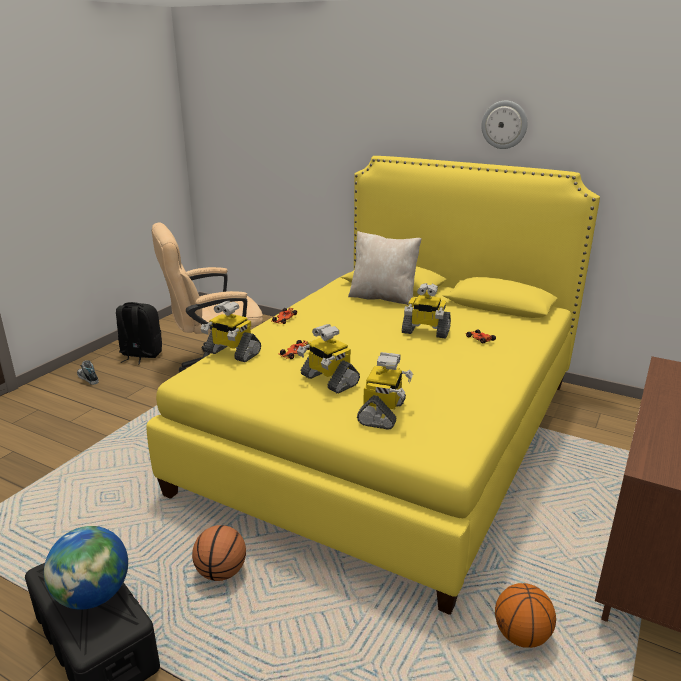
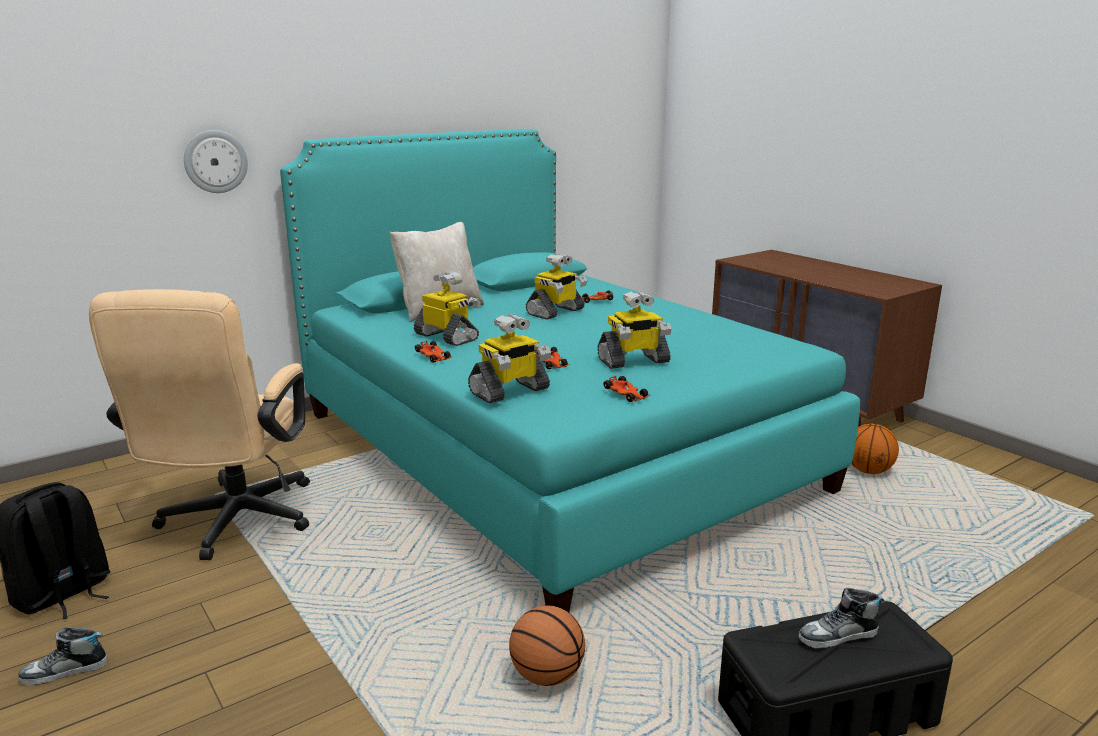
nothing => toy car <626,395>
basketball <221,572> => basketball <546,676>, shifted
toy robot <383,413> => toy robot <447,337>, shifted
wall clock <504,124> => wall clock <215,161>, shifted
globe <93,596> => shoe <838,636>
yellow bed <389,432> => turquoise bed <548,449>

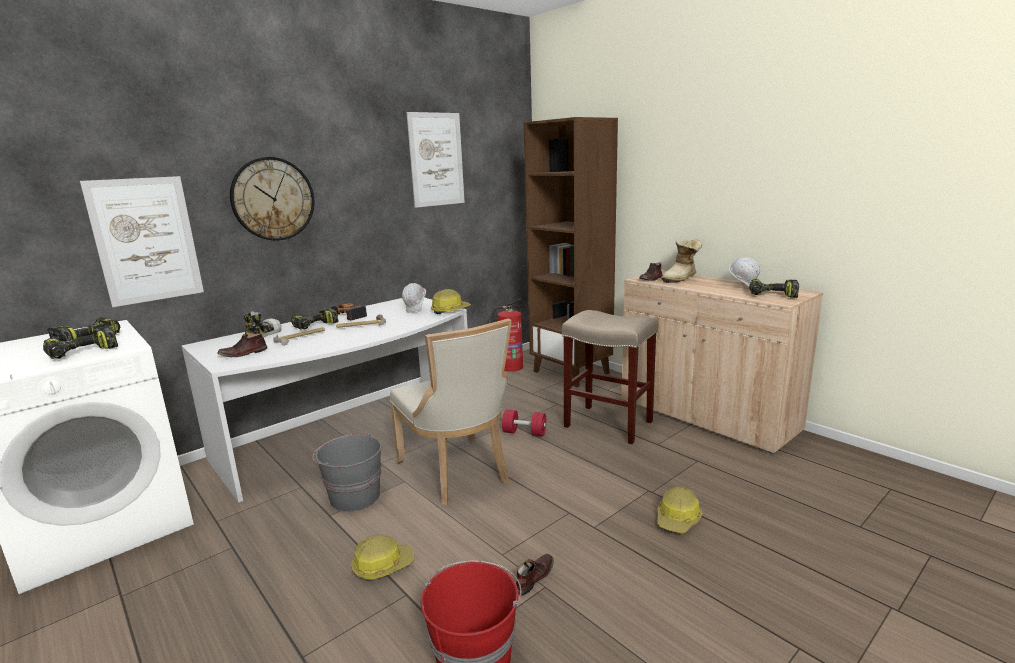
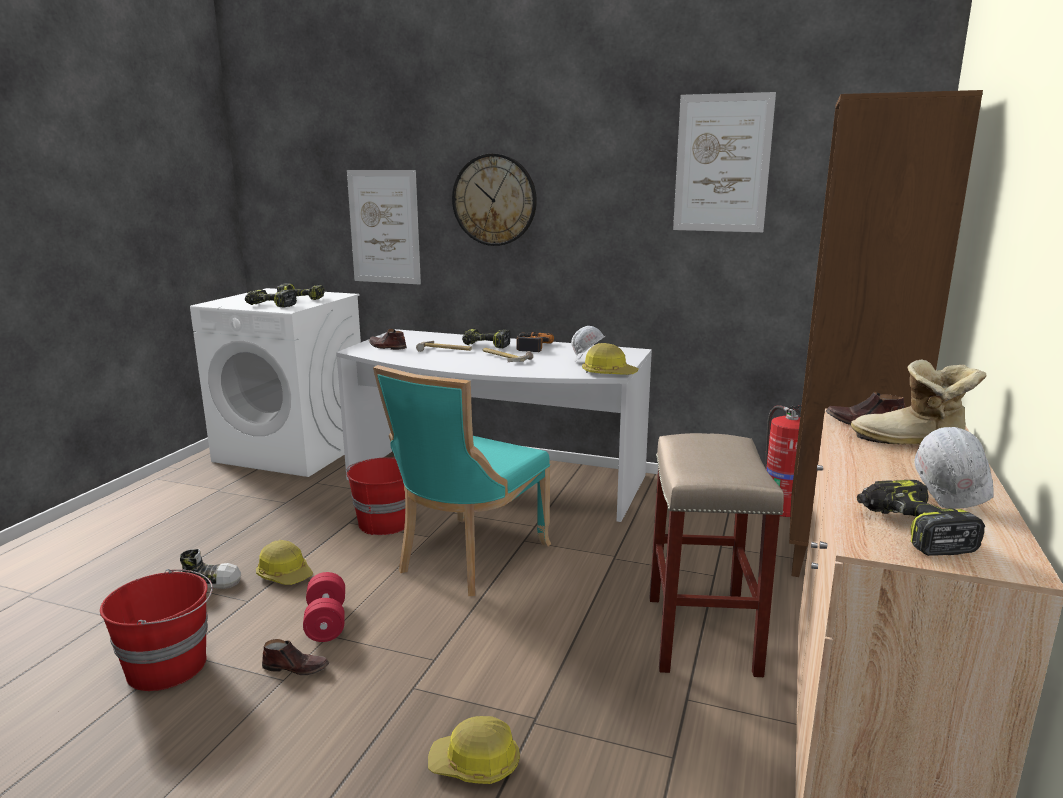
shoe <263,334> => shoe <211,582>, shifted
red dumbbell <524,433> => red dumbbell <326,622>, shifted
grey bucket <354,497> => red bucket <385,522>
beige chair <457,472> => turquoise chair <467,559>

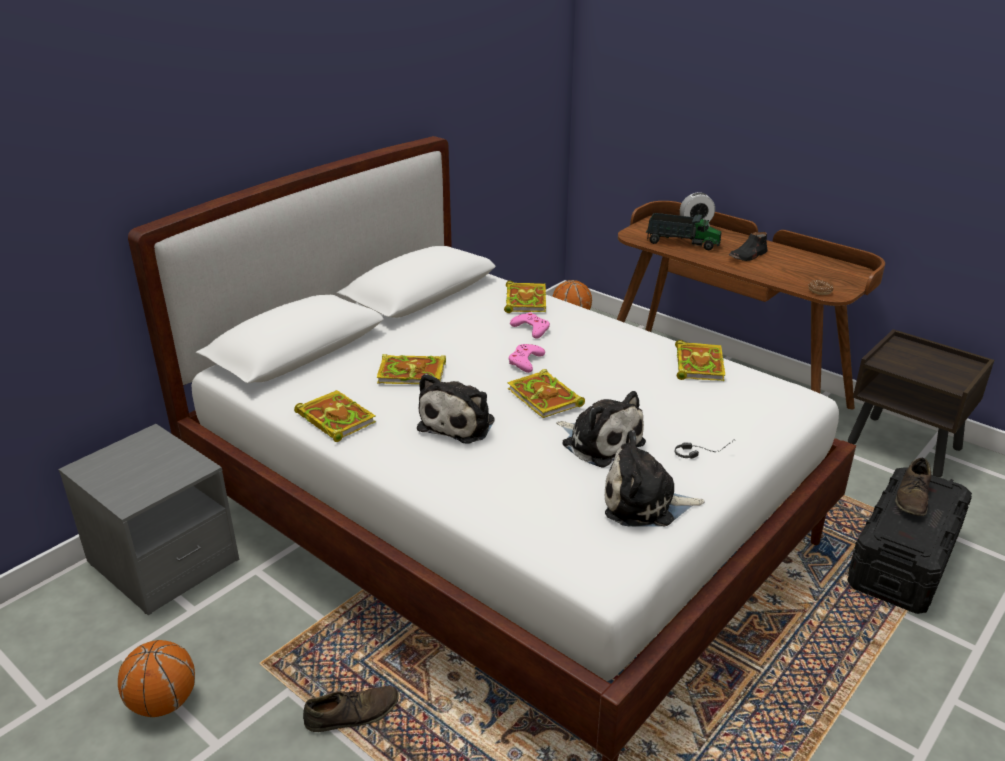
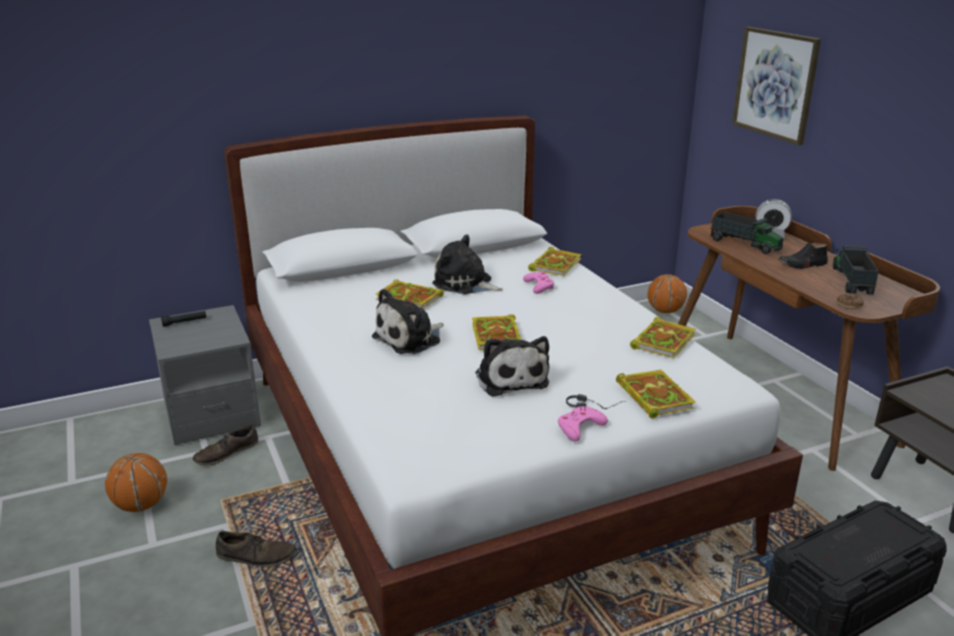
nothing => black flashlight <184,322>
nothing => picture <775,84>
nothing => toy truck <851,281>
book <334,418> => book <653,396>, shifted
pink game controller <525,361> => pink game controller <580,427>, shifted
plush toy <644,503> => plush toy <465,284>, shifted
brown shoe <913,497> => brown shoe <226,453>, shifted

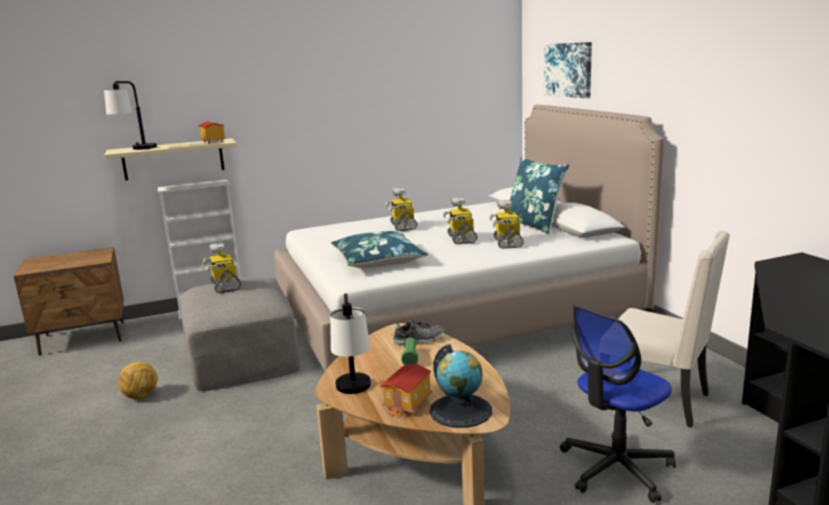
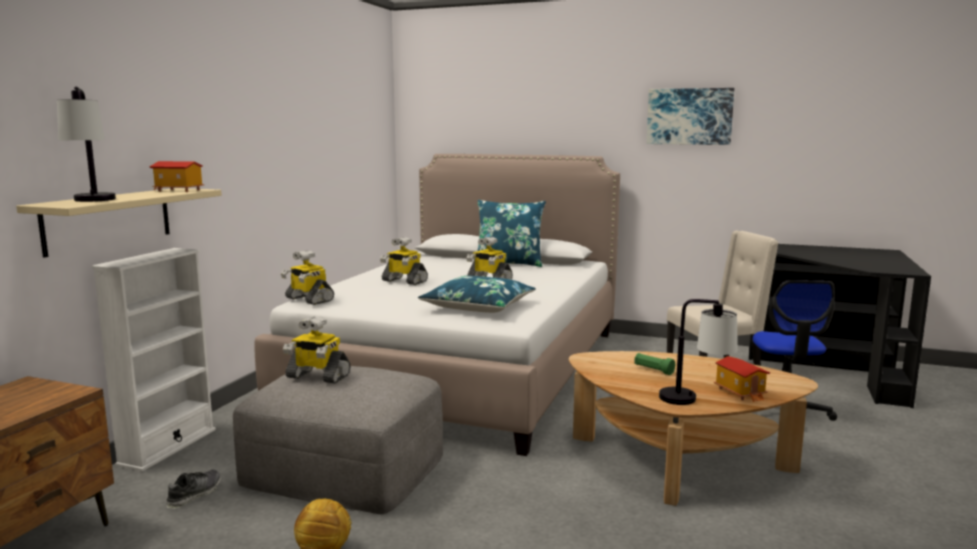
globe <461,410> => nothing
shoe <418,340> => shoe <194,495>, shifted
toy robot <507,242> => toy robot <308,299>, shifted
picture <568,69> => picture <689,116>, shifted

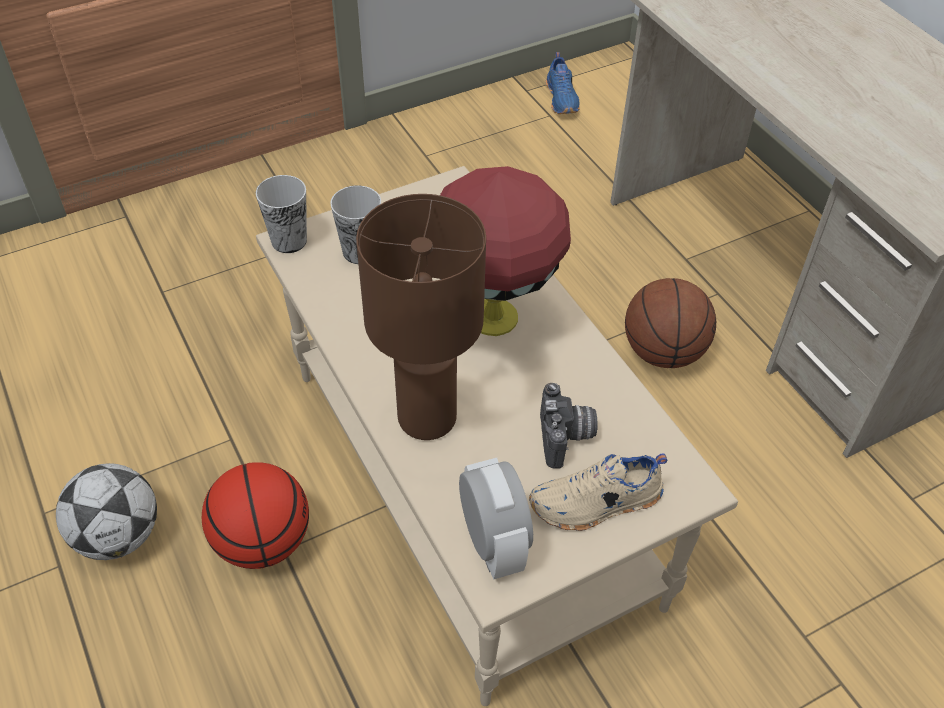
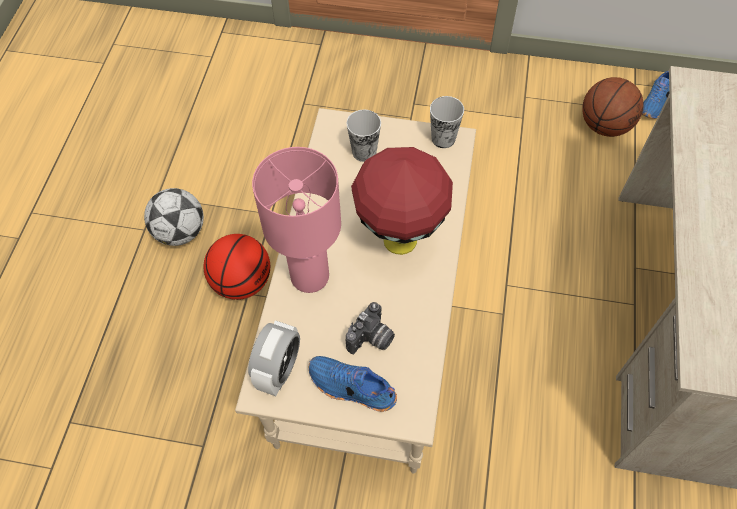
cup <289,241> => cup <443,138>, shifted
basketball <662,351> => basketball <605,125>, shifted
brown table lamp <426,416> => pink table lamp <310,275>
beige shoe <596,504> => blue shoe <351,388>

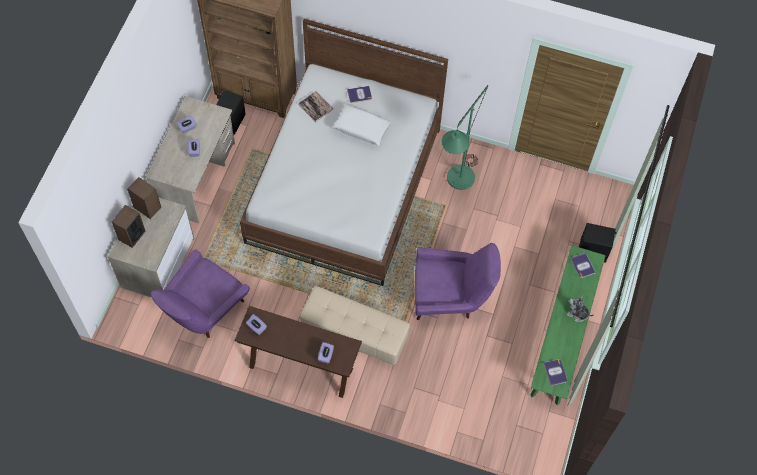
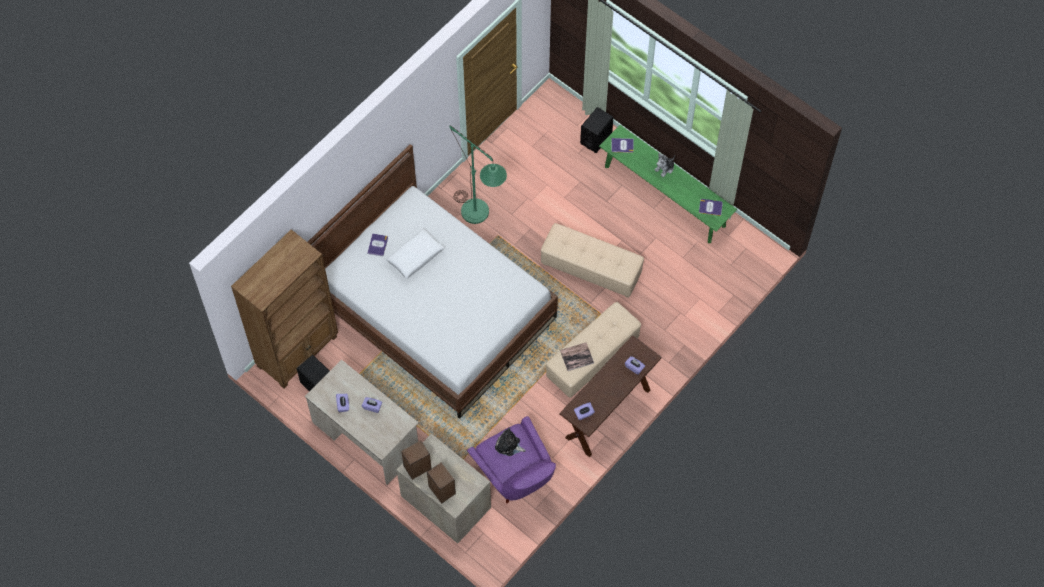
nothing => plush toy <509,445>
book <315,107> => book <576,357>, shifted
purple armchair <449,298> => beige ottoman <591,268>

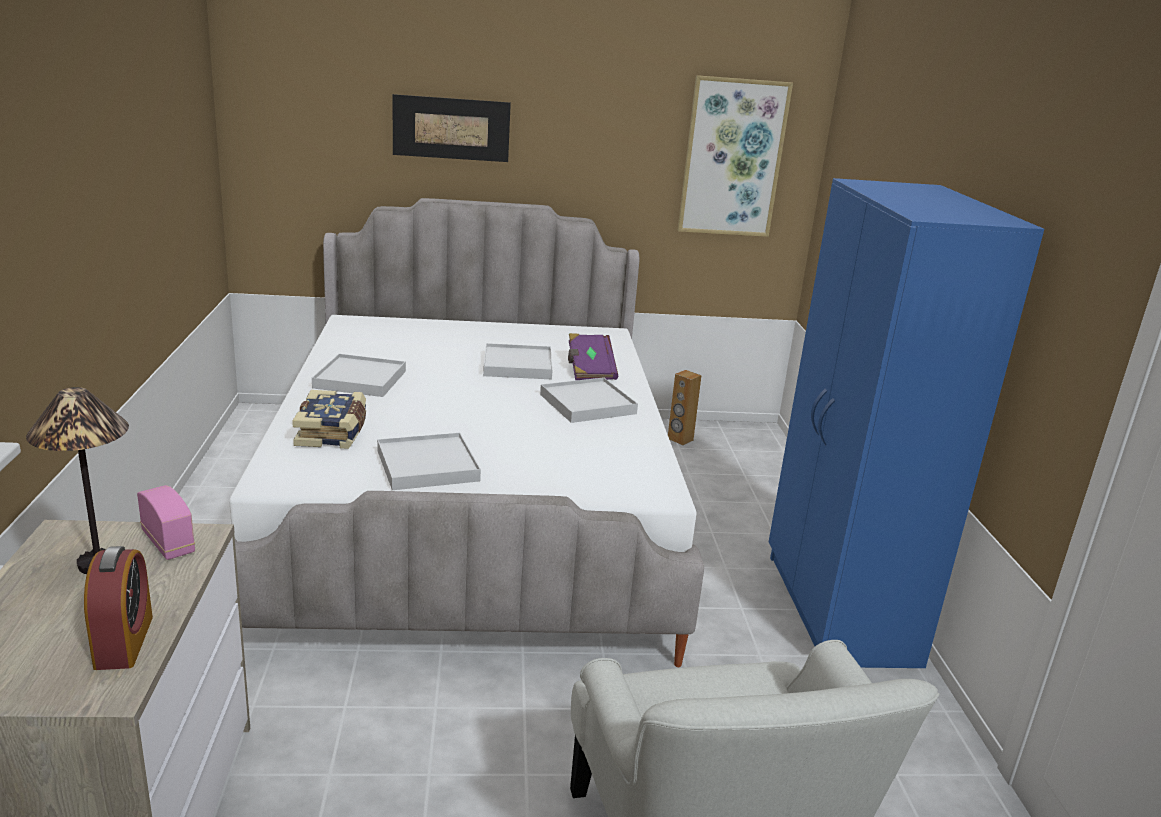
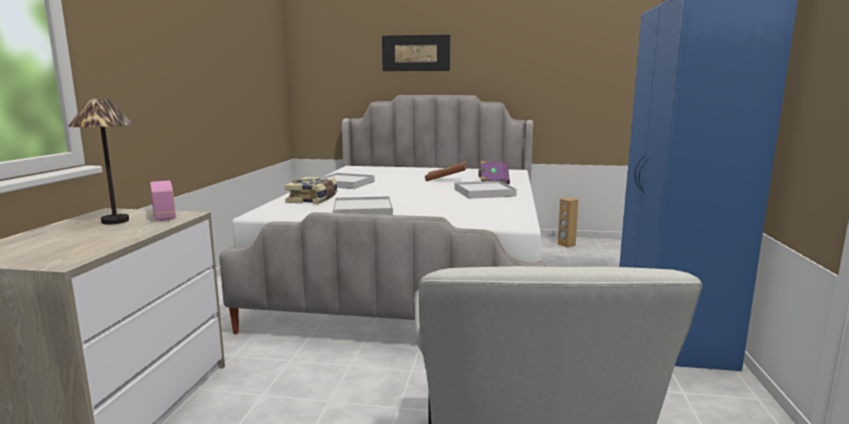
alarm clock <124,642> => nothing
picture <732,158> => nothing
white tray <517,365> => brown book <446,180>

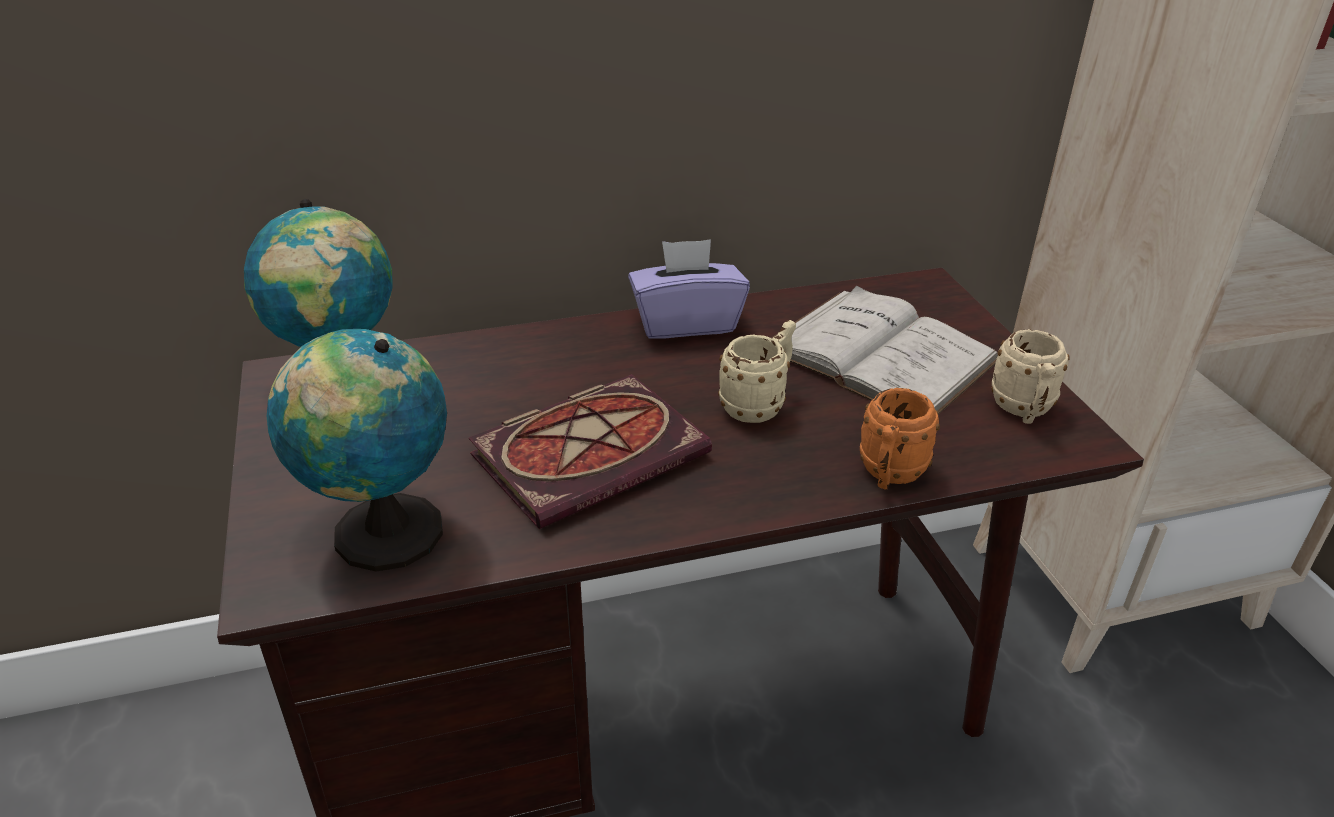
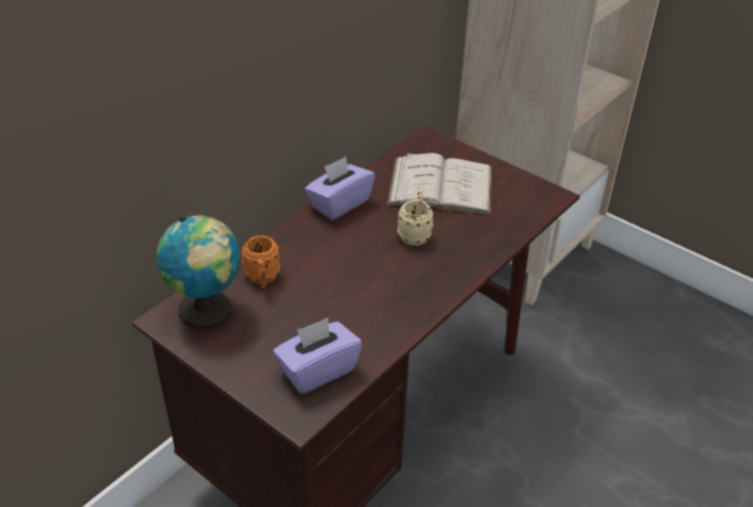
book <592,451> => nothing
beige mug <1023,411> => nothing
orange mug <889,475> => orange mug <262,279>, shifted
globe <380,533> => purple tissue box <317,370>

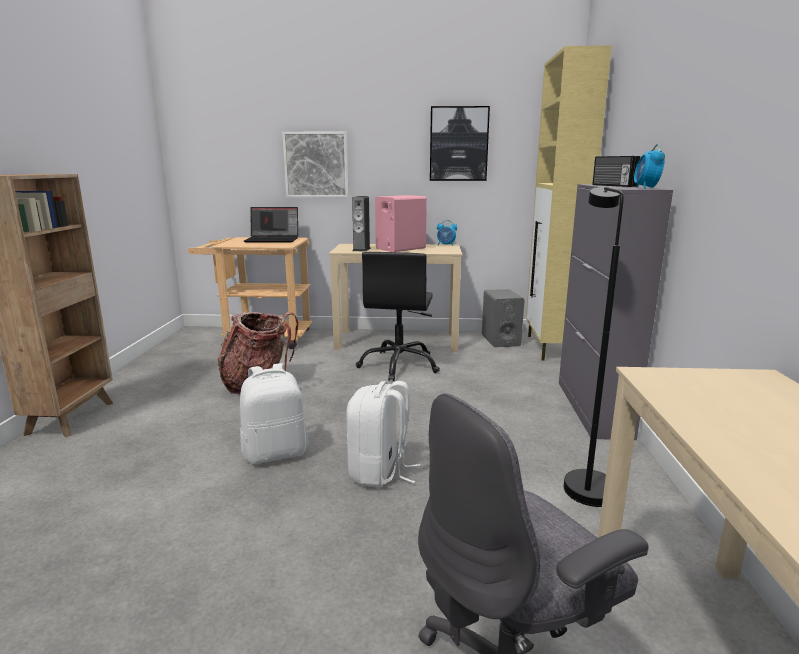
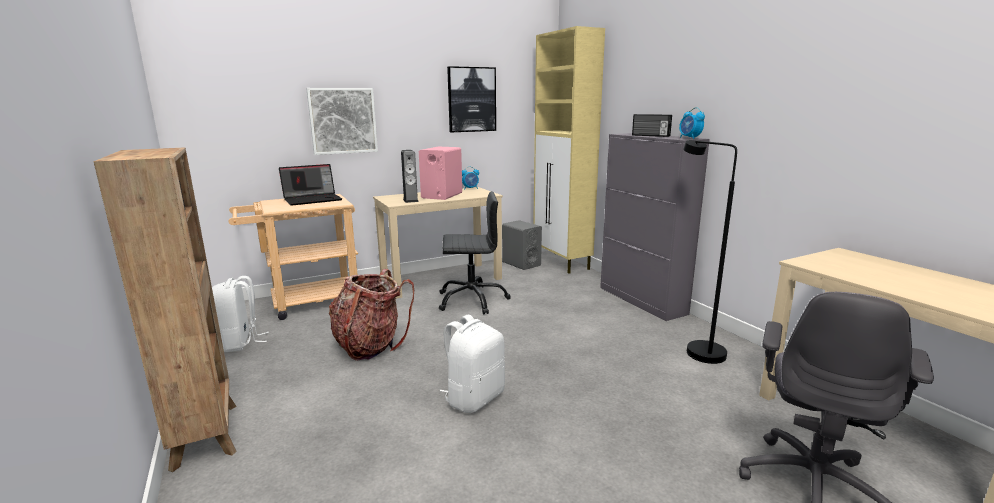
white backpack <379,472> => white backpack <238,343>, shifted
black office chair <399,365> => black office chair <472,300>, 75 degrees counterclockwise

